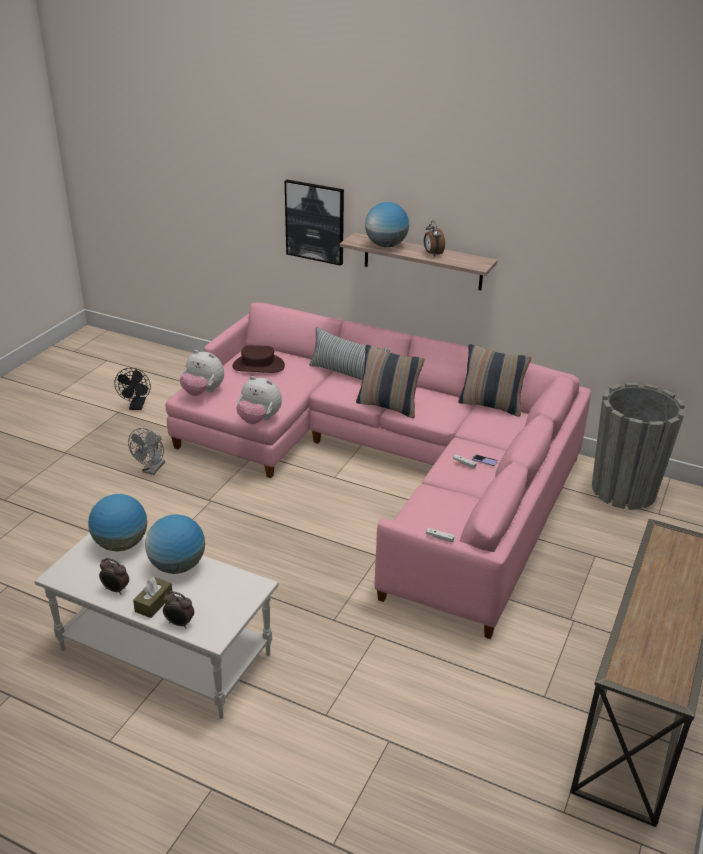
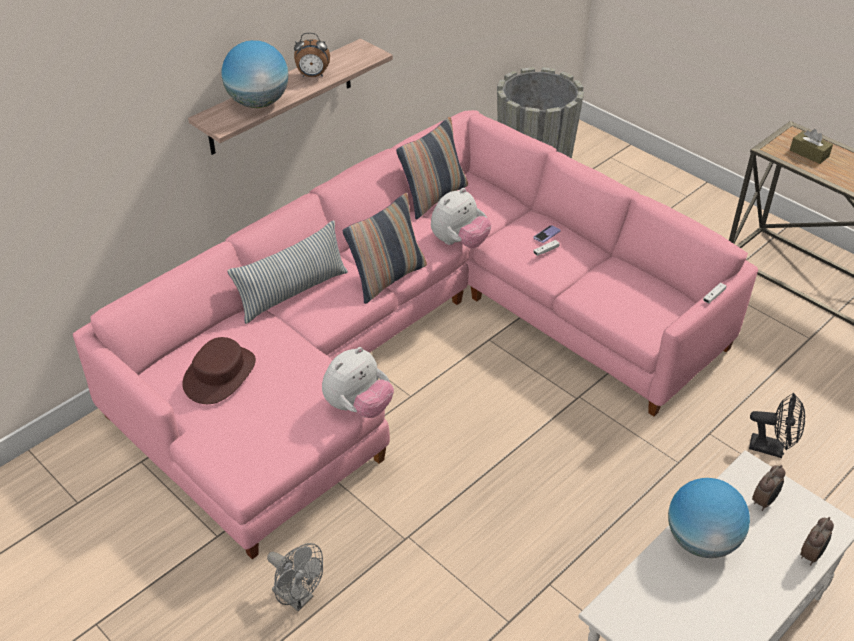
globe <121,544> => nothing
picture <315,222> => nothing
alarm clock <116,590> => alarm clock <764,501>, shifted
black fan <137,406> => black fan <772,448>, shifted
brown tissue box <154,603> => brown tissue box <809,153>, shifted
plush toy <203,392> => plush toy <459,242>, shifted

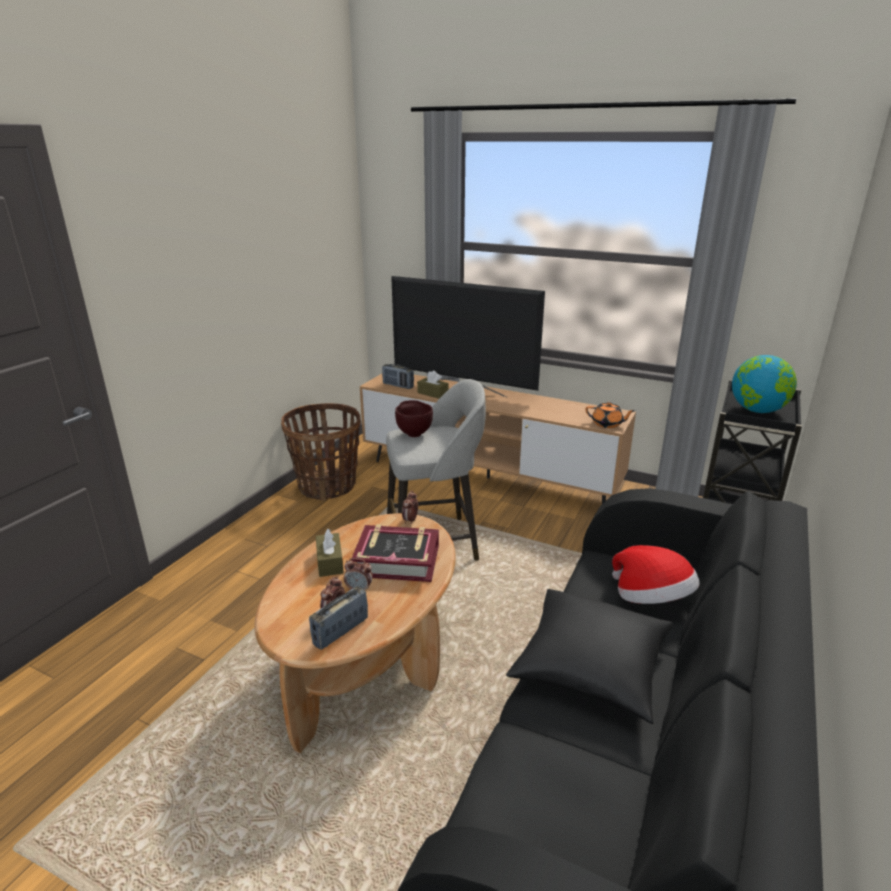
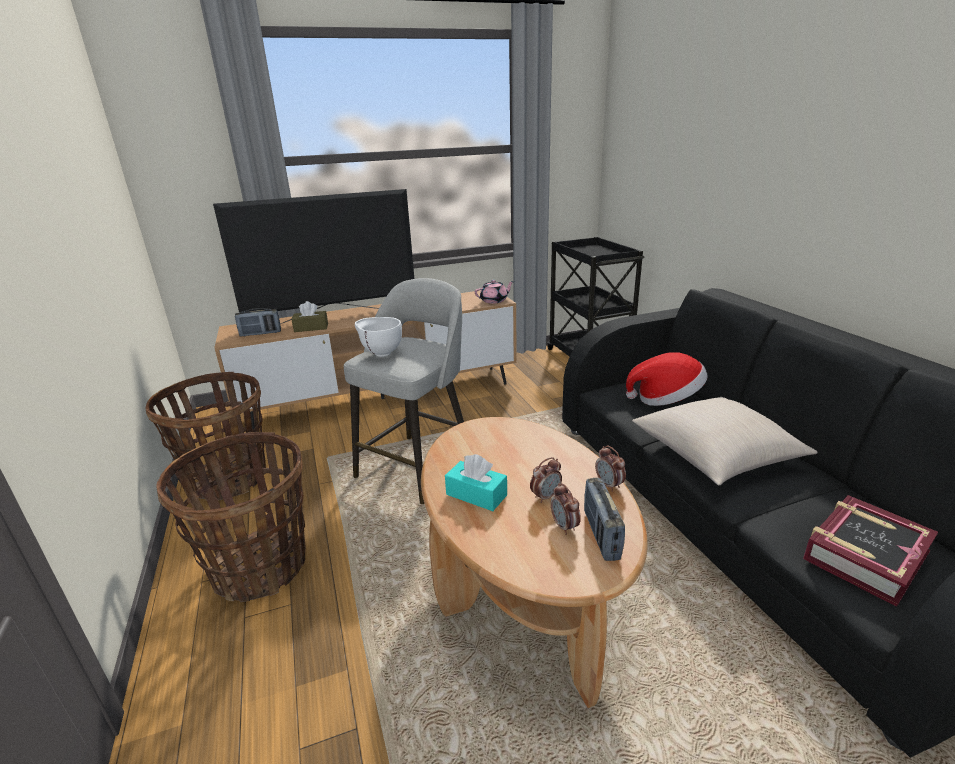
globe <757,411> => nothing
nothing => basket <260,566>
book <397,560> => book <864,555>, shifted
alarm clock <410,520> => alarm clock <609,485>, shifted
brown tissue box <330,562> => turquoise tissue box <476,495>
brown bowl <414,433> => white bowl <381,353>
black pillow <591,667> => beige pillow <715,455>
orange teapot <607,424> => pink teapot <494,301>

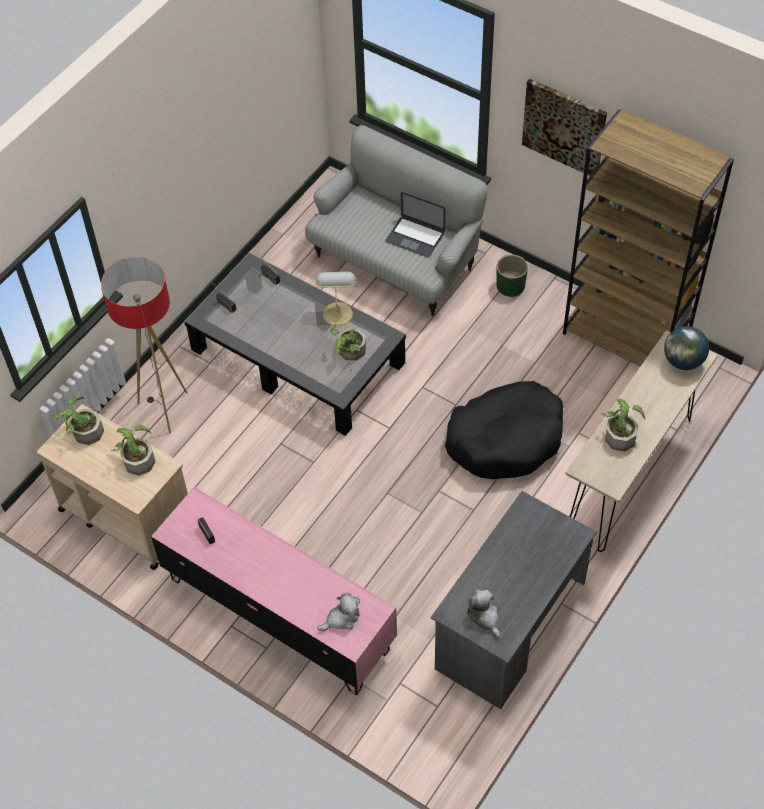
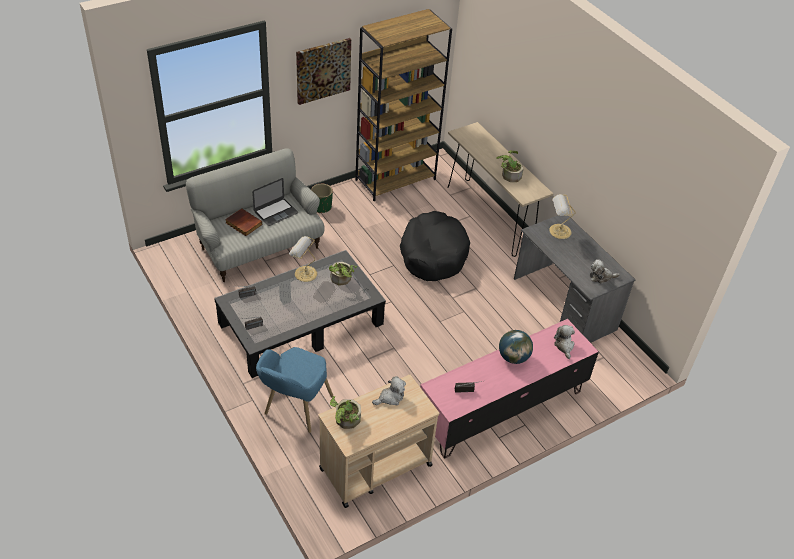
nothing => book <243,224>
nothing => table lamp <559,231>
globe <683,360> => globe <513,357>, shifted
floor lamp <164,409> => blue armchair <294,412>
potted plant <137,458> => plush toy <390,397>

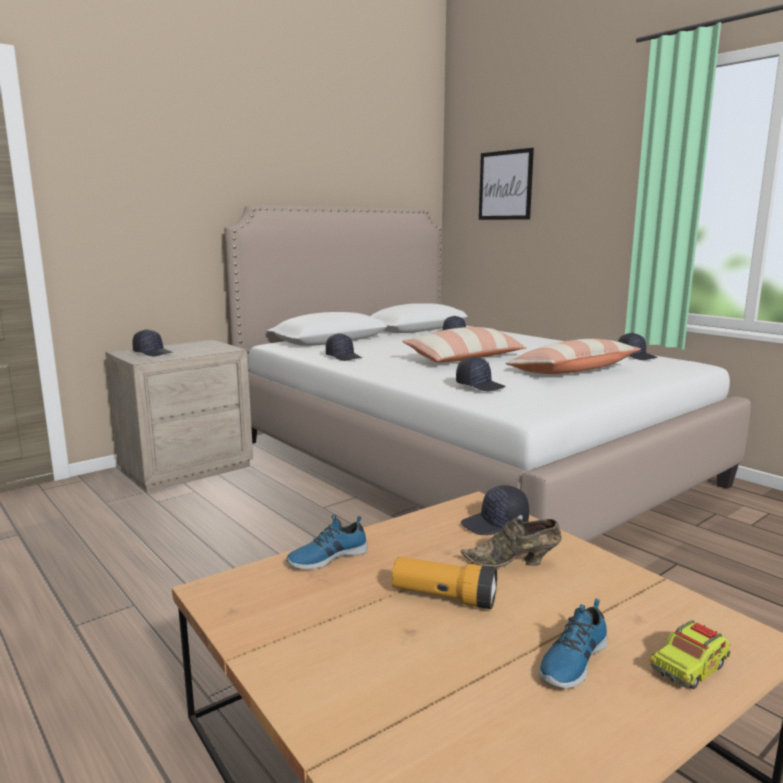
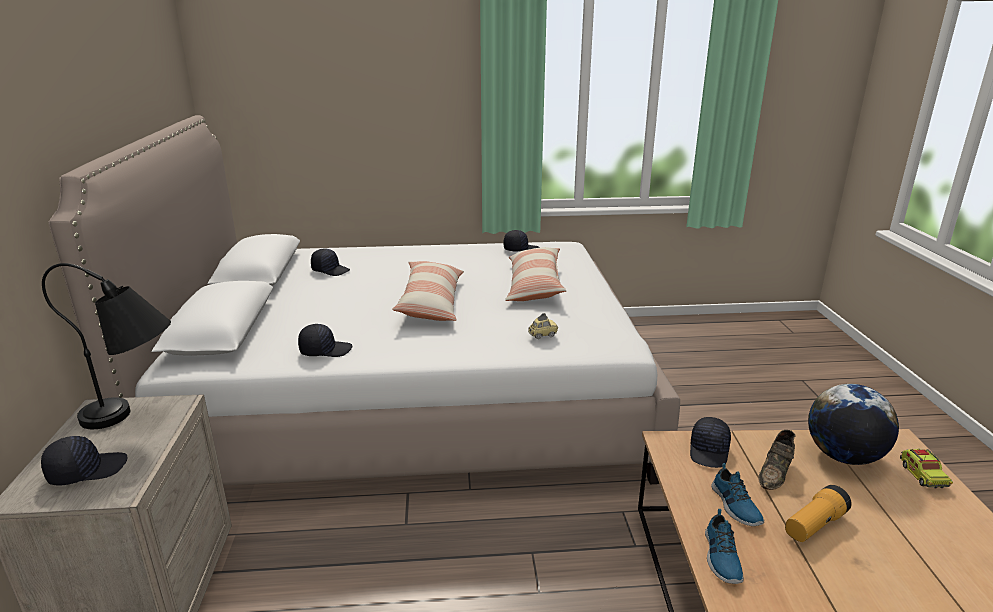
picture <505,185> => nothing
nothing => black table lamp <137,415>
nothing => globe <843,456>
shoe <572,660> => shoe <734,505>, shifted
black cap <480,386> => toy car <542,335>

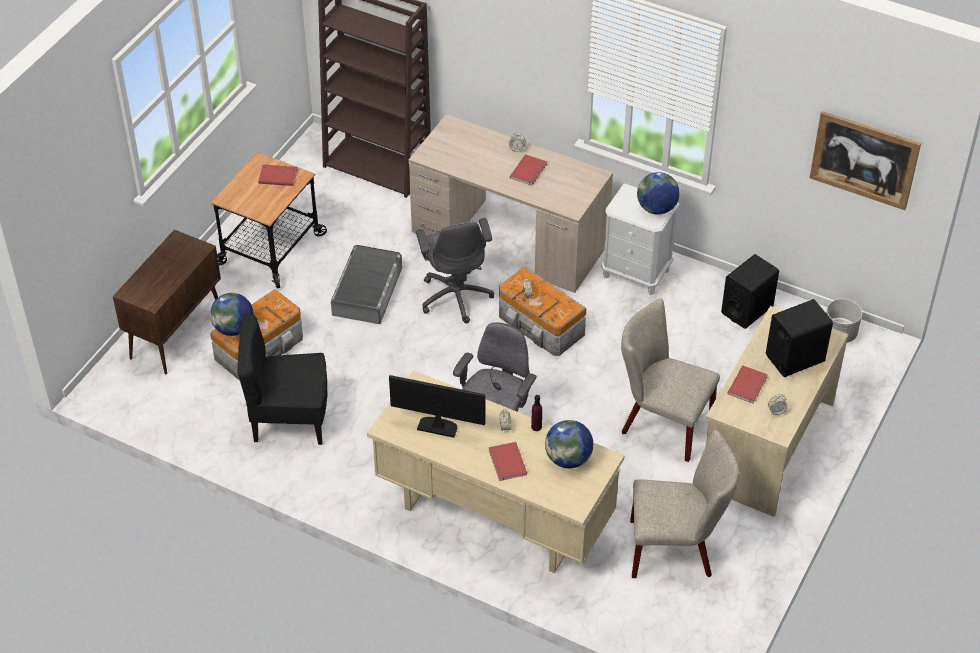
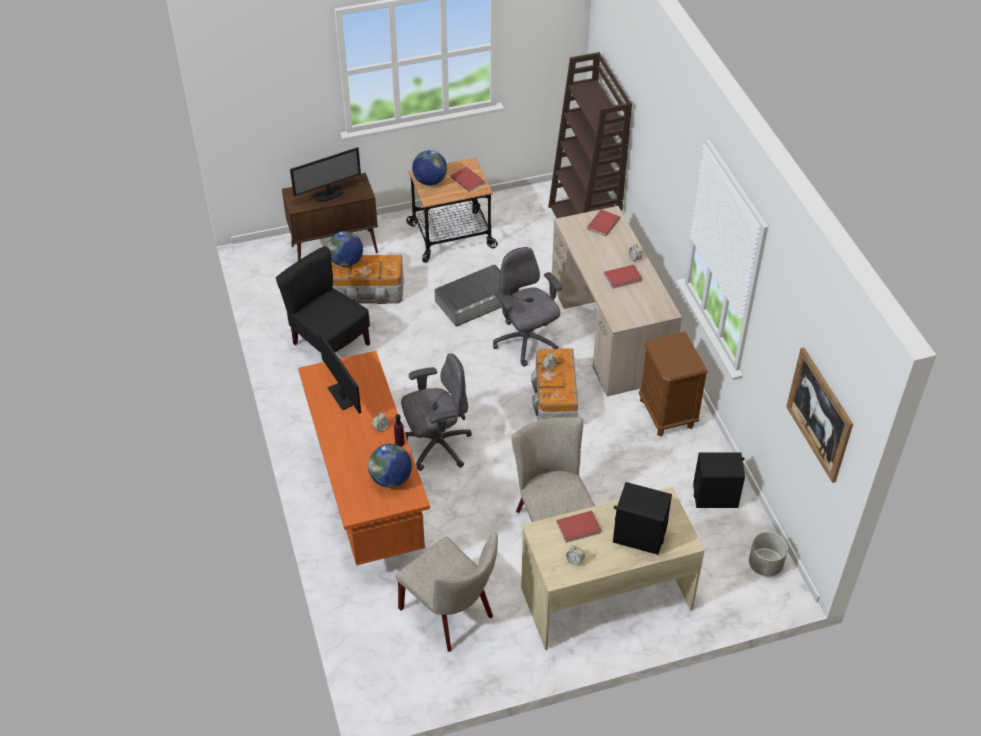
nothing => monitor <328,195>
red book <506,463> => red book <602,223>, shifted
globe <656,208> => globe <430,181>, shifted
beige desk <493,516> => orange desk <366,497>
white nightstand <636,273> => brown nightstand <667,414>
grey office chair <456,296> => grey office chair <525,343>, 120 degrees clockwise

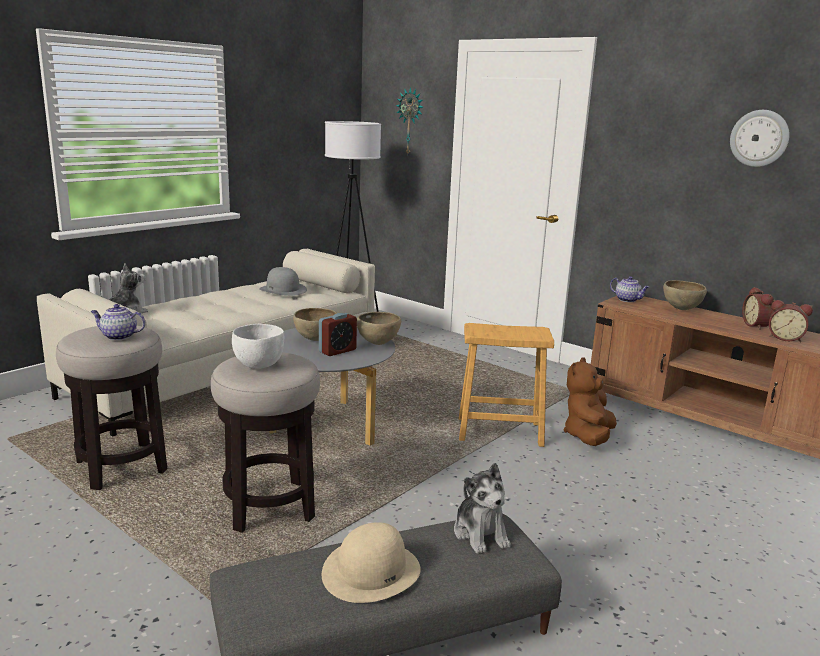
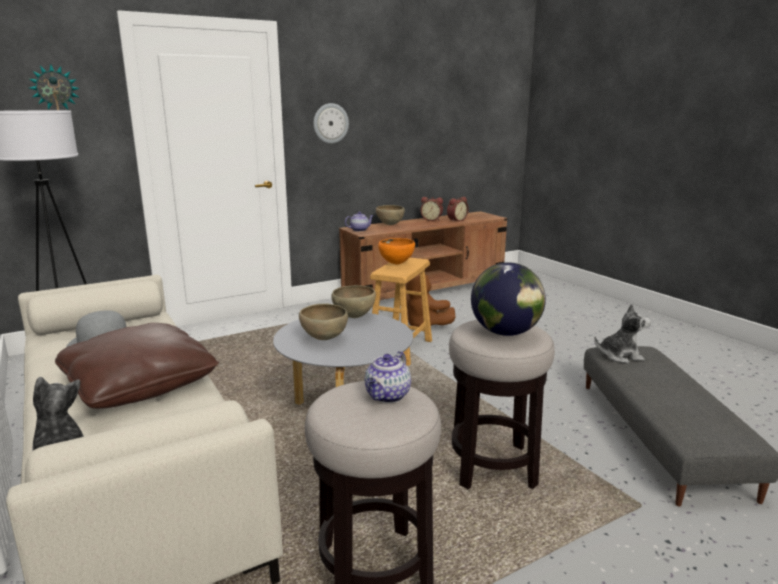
alarm clock <337,351> => nothing
beige hat <371,570> => nothing
nothing => brown pillow <139,385>
nothing => orange bowl <396,263>
wall clock <759,138> => wall clock <330,123>, shifted
white bowl <259,365> => globe <506,333>

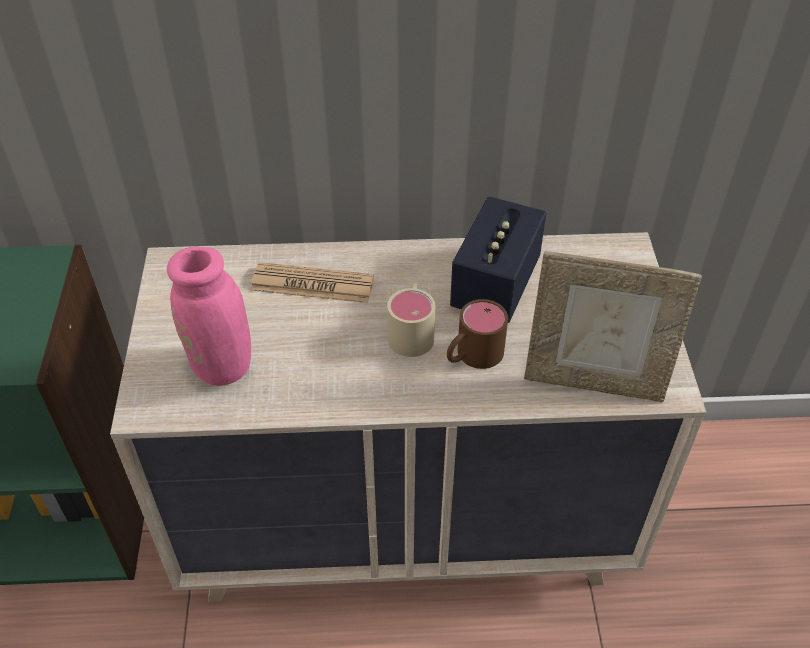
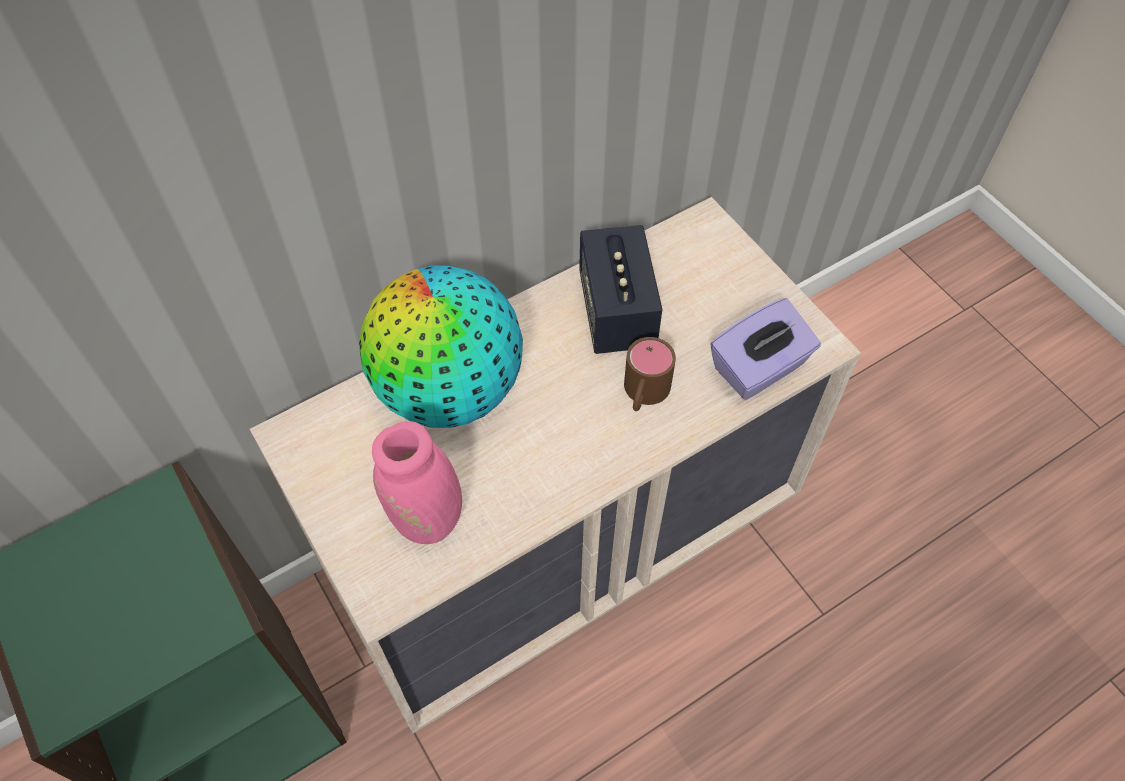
beige mug <412,331> => nothing
newspaper <312,284> => globe <449,390>
picture frame <594,382> => purple tissue box <759,368>

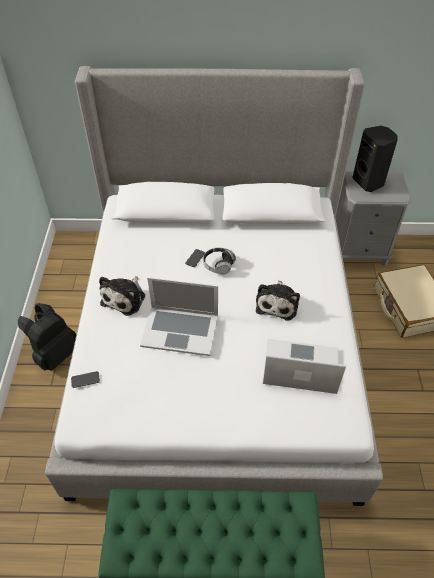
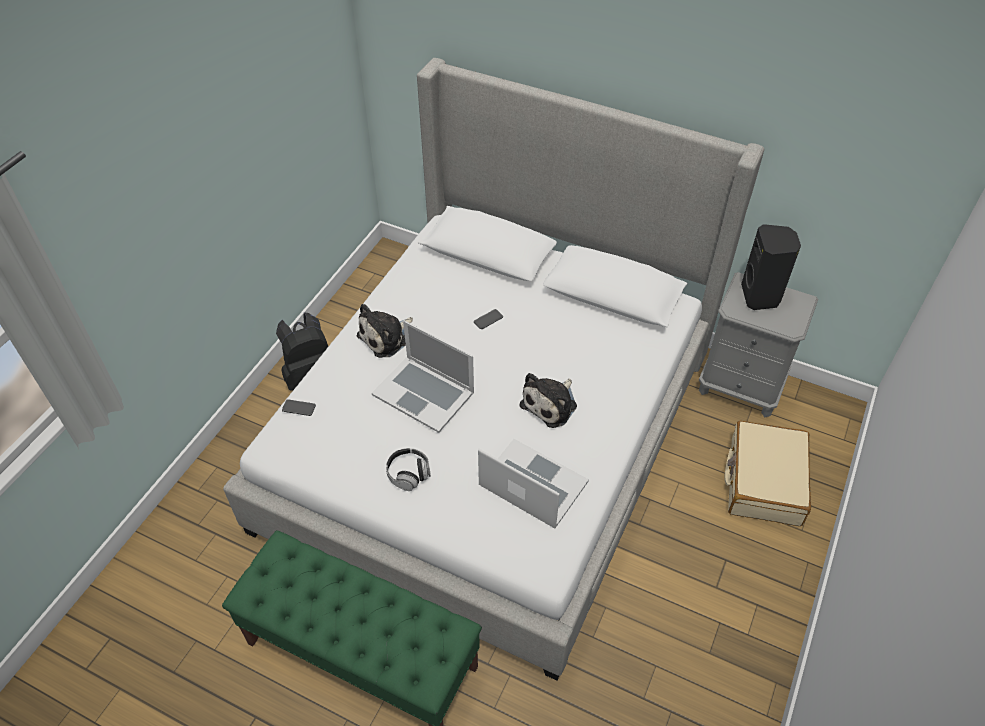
headphones <218,265> => headphones <408,474>, shifted

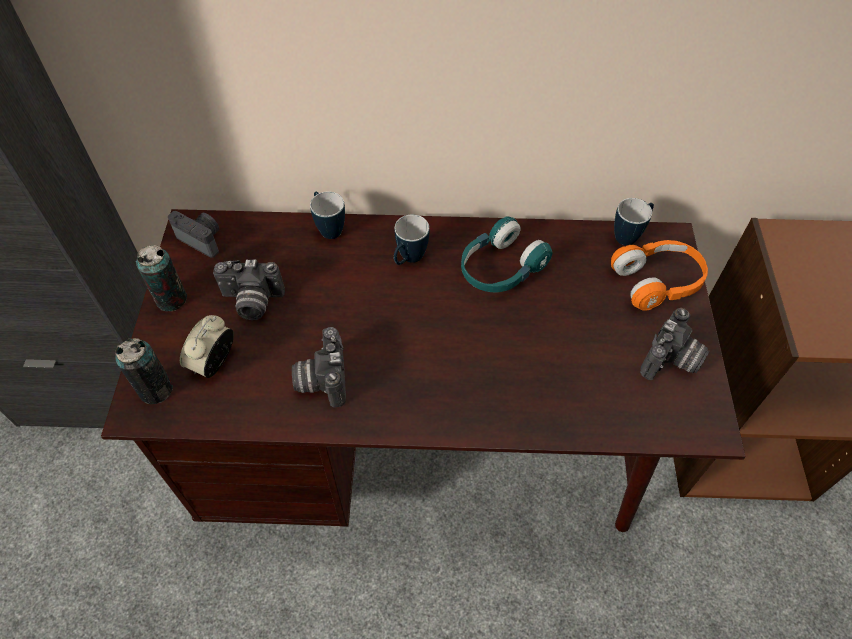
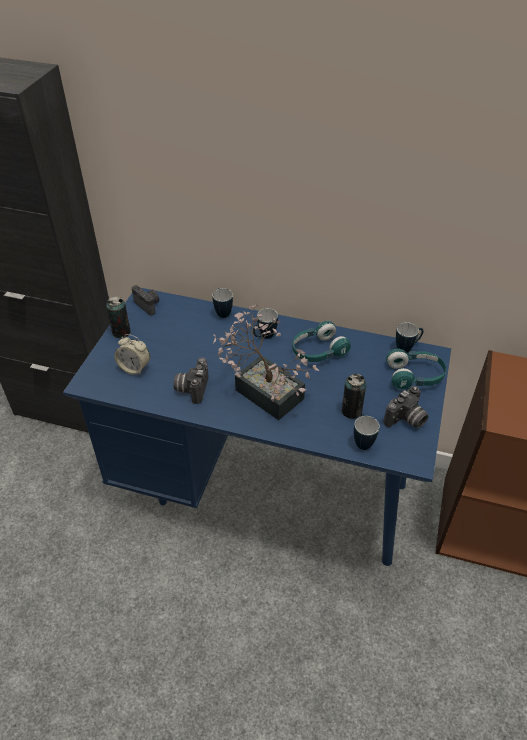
photo camera <252,302> => nothing
nothing => potted plant <264,389>
nothing => mug <362,441>
can <156,389> => can <351,411>, shifted
brown desk <425,457> => blue desk <264,488>
orange headphones <657,282> => turquoise headphones <414,376>
alarm clock <214,362> => alarm clock <134,368>, 105 degrees counterclockwise

